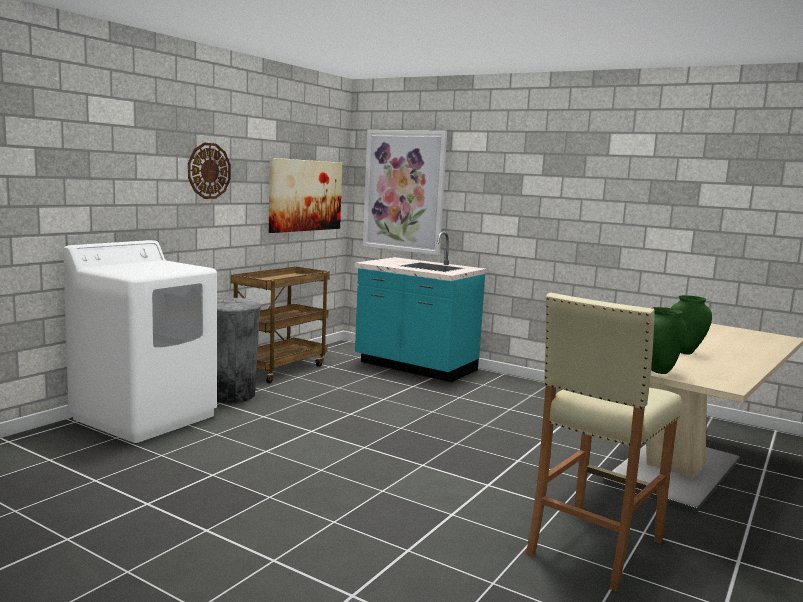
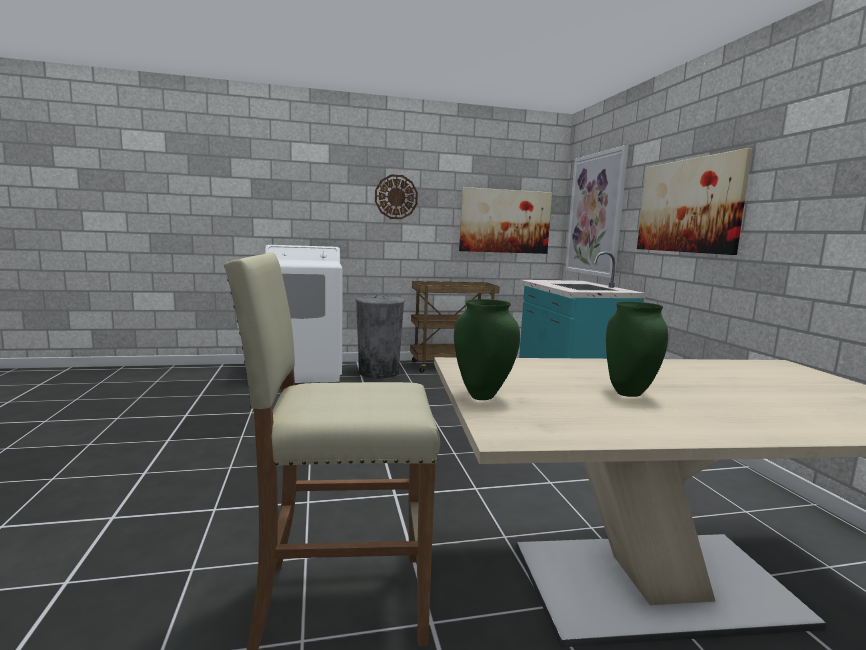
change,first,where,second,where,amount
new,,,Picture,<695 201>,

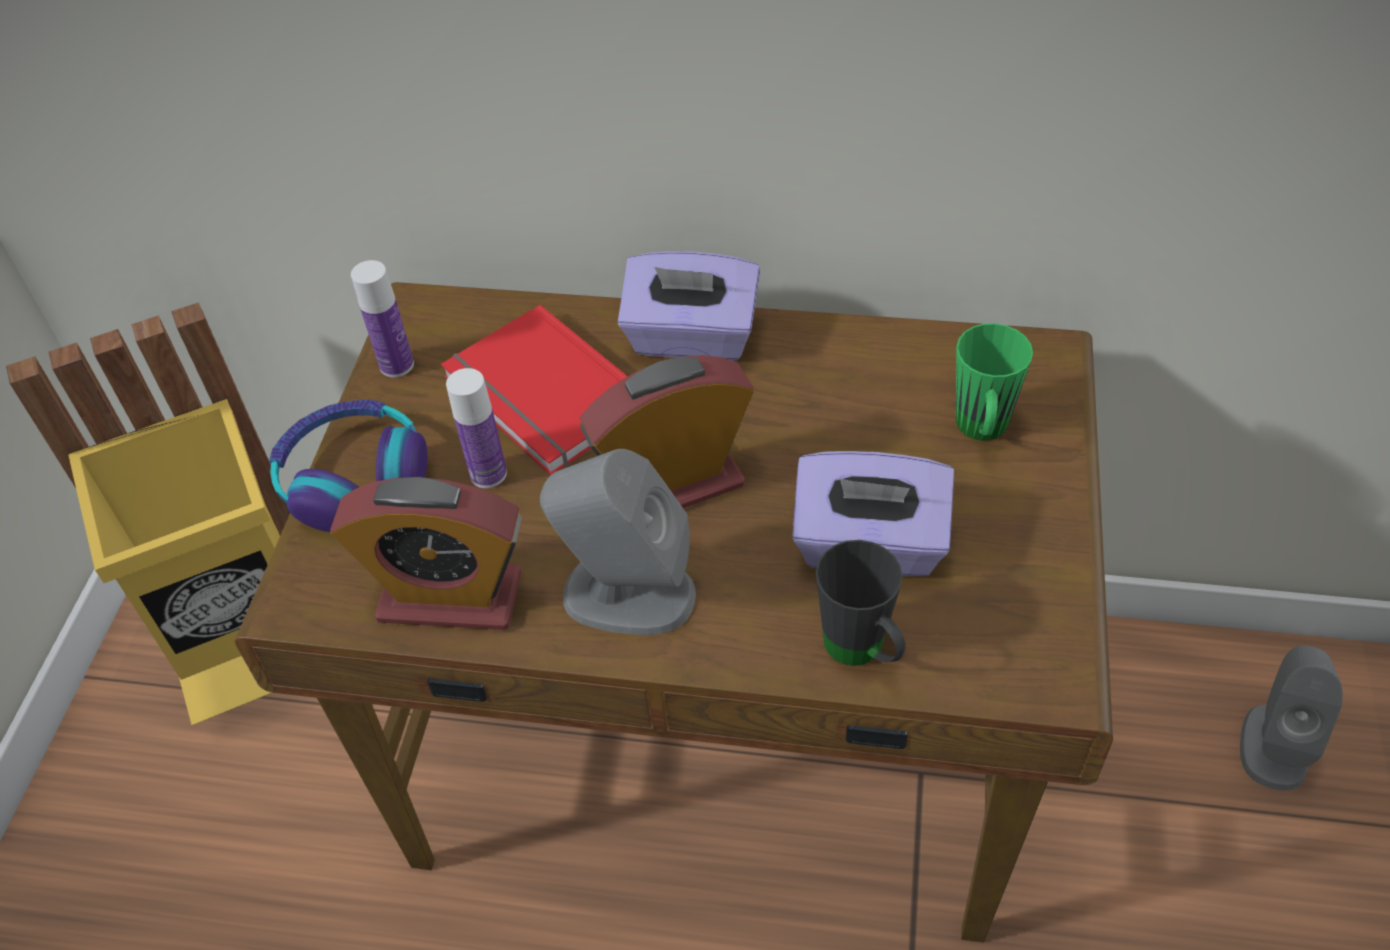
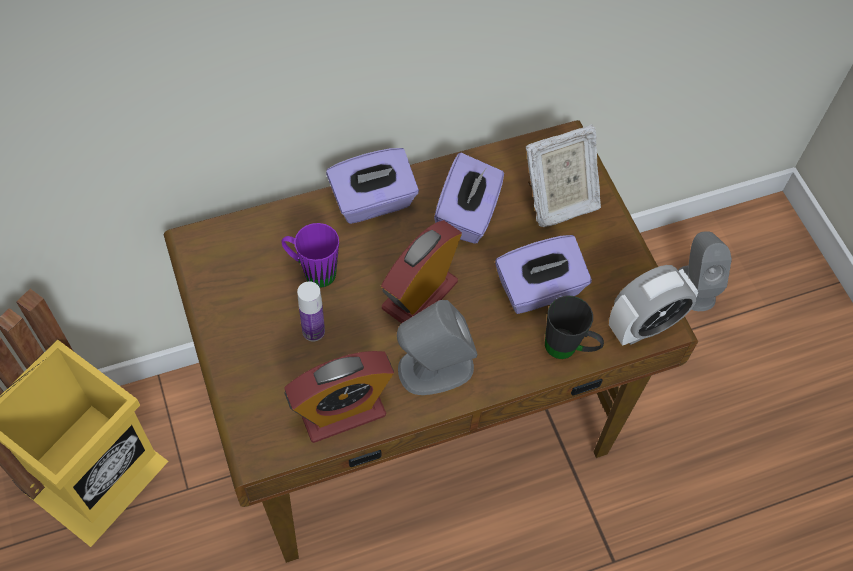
change,first,where,second,where,amount
gone,Headphones,<348 466>,,,
gone,Bottle,<382 318>,,,
swapped,RedBook,<534 390>,PurpleMug,<310 255>,
swapped,GreenMug,<994 382>,PictureFrame,<563 175>,
new,,,PurpleTissueBox,<469 198>,
new,,,AlarmClock,<653 305>,

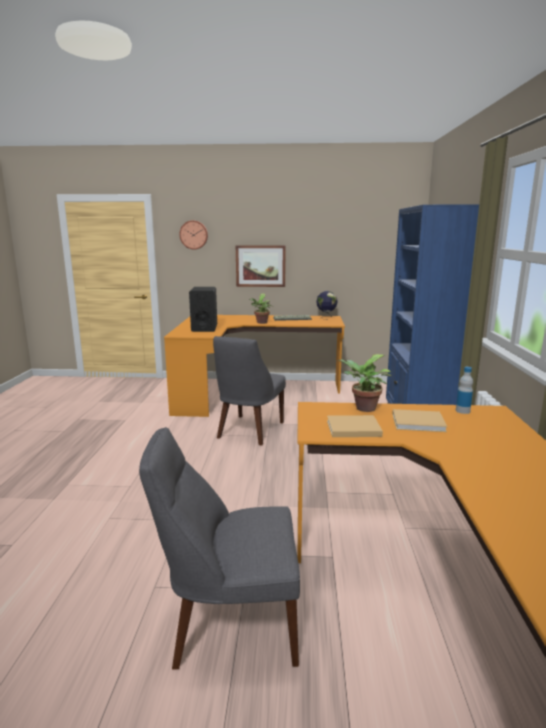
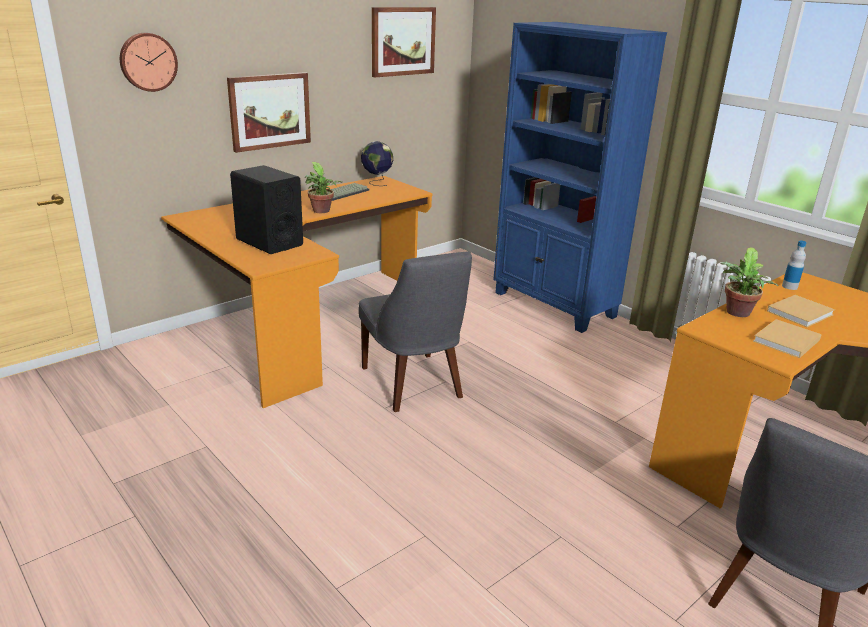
change,first,where,second,where,amount
new,,,Picture,<404 42>,

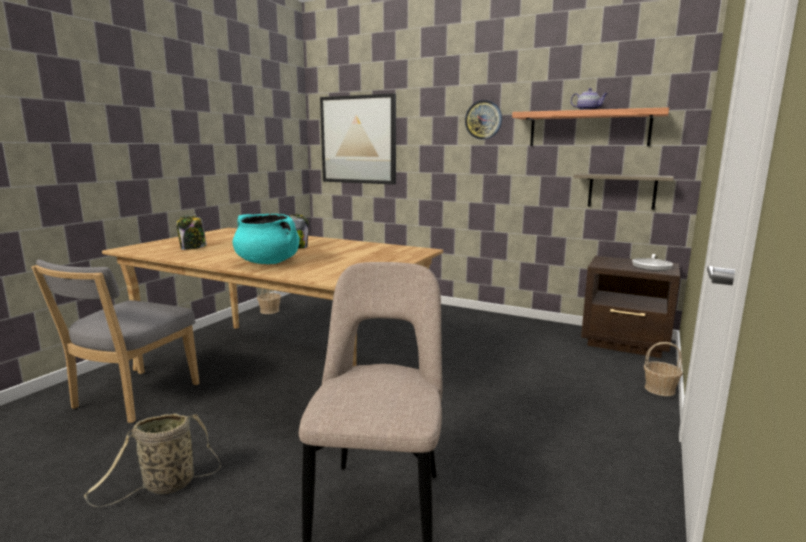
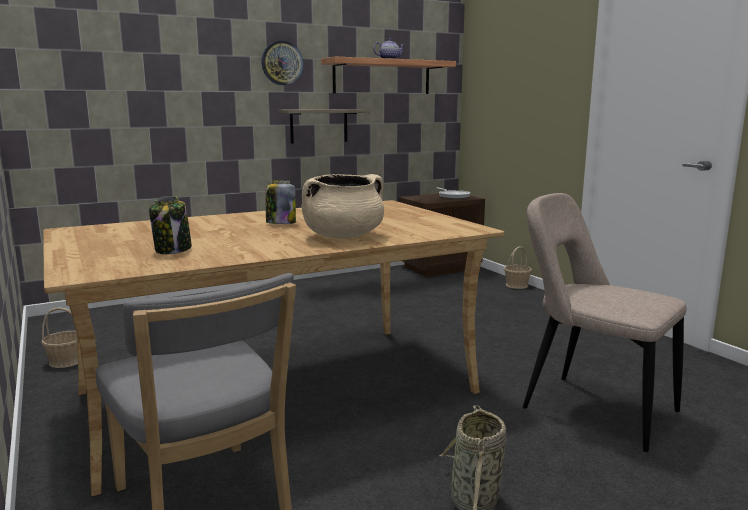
change,first,where,second,where,amount
repainted,TurquoiseCookingPot,<266 239>,BeigeCookingPot,<342 206>,
gone,Picture,<358 139>,,,
shifted,Shelf,<623 192>,,<324 126>,

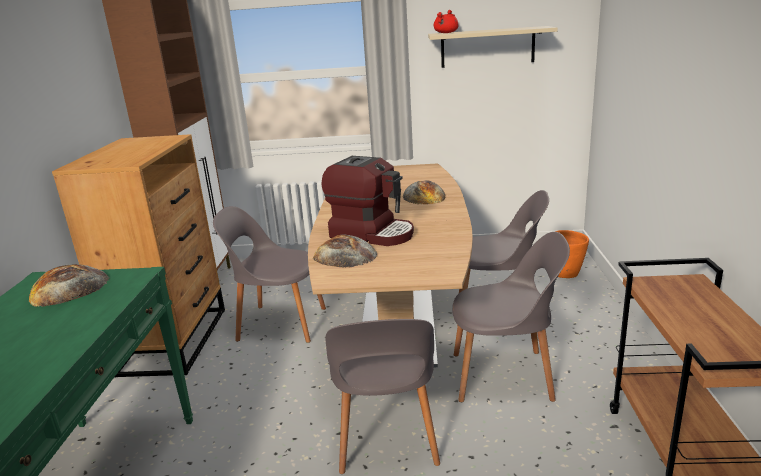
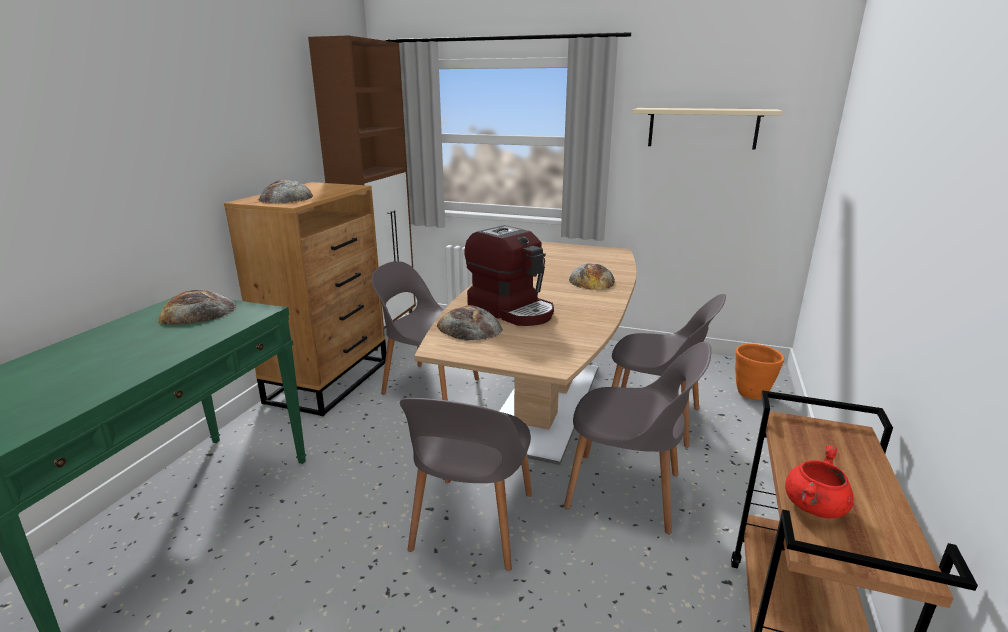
change,first,where,second,where,amount
shifted,RedCookingPot,<446 21>,,<819 481>,
new,,,Bread,<285 191>,

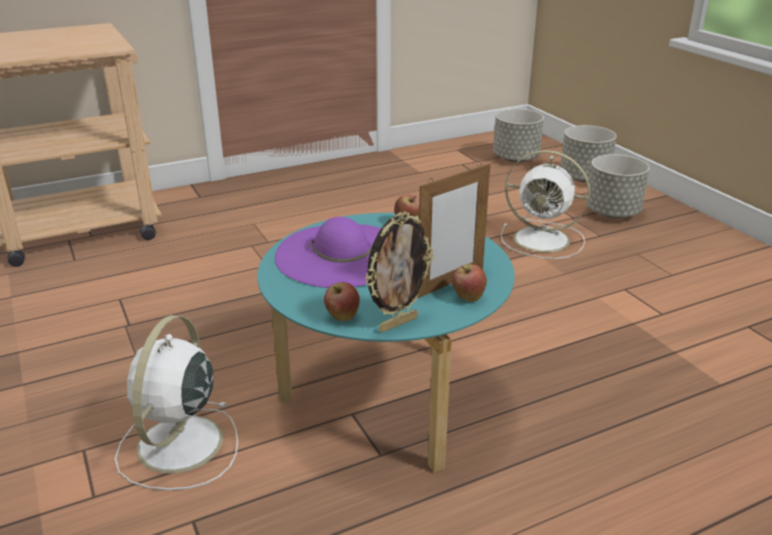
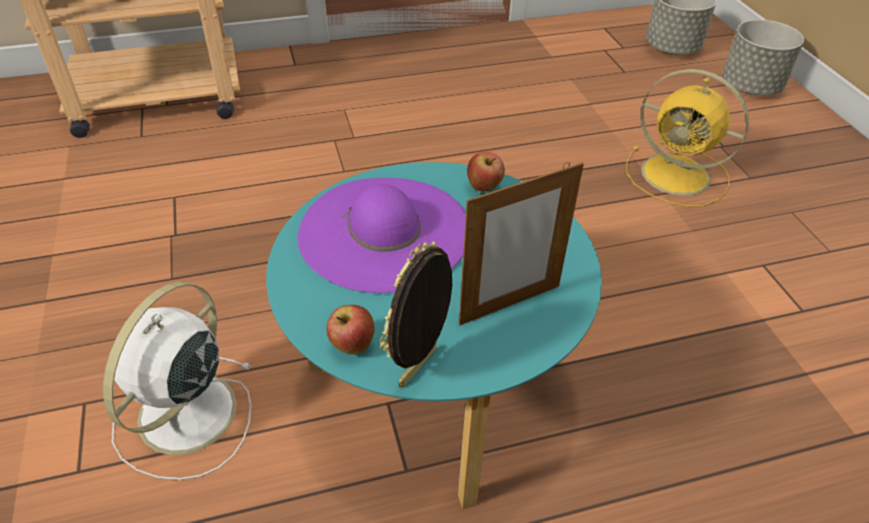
change,first,where,second,where,amount
rotated,PictureFrame,<399 272>,,<416 314>,150 degrees clockwise
gone,Apple,<469 283>,,,
repainted,WhiteFan,<545 204>,YellowFan,<687 138>,
gone,GreyPlanter,<618 186>,,,

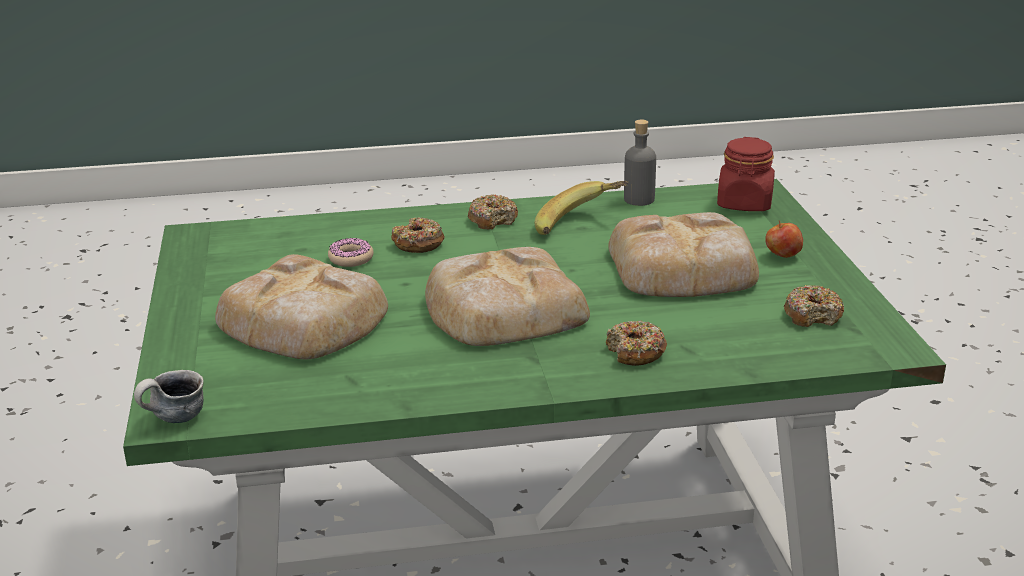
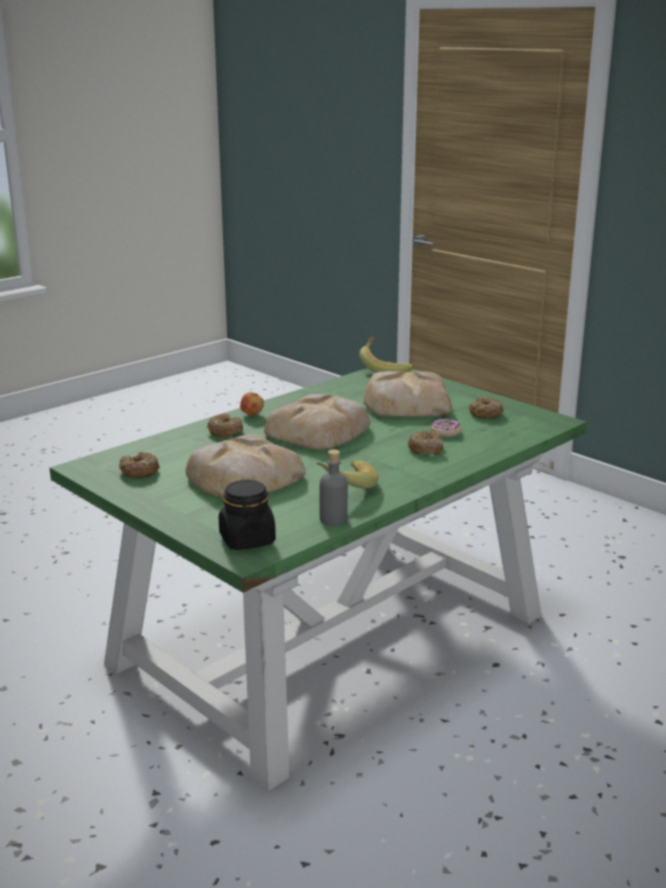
change,first,where,second,where,amount
swapped,Mug,<169 396>,Banana,<386 354>,
shifted,Donut,<493 212>,,<486 408>,
repainted,RedJar,<746 174>,BlackJar,<247 515>,
shifted,Apple,<784 239>,,<252 404>,

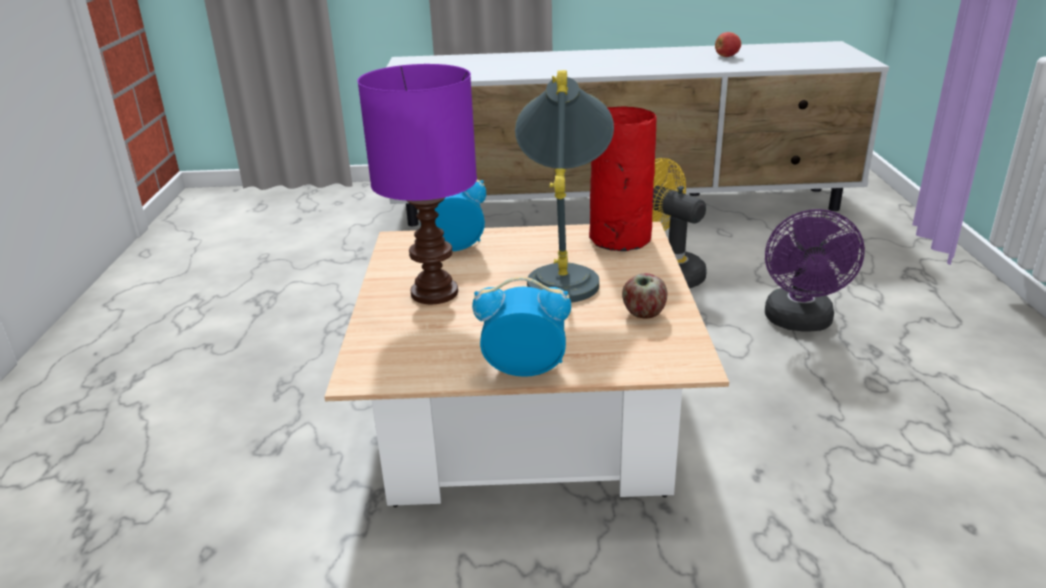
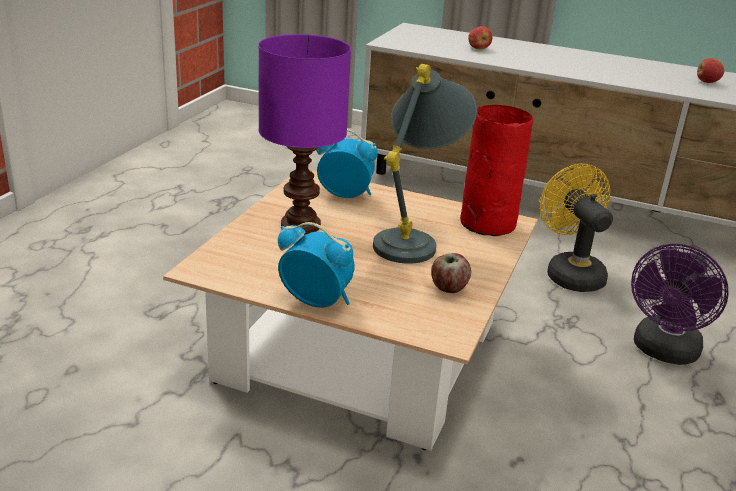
change,first,where,second,where,amount
new,,,Apple,<480 38>,

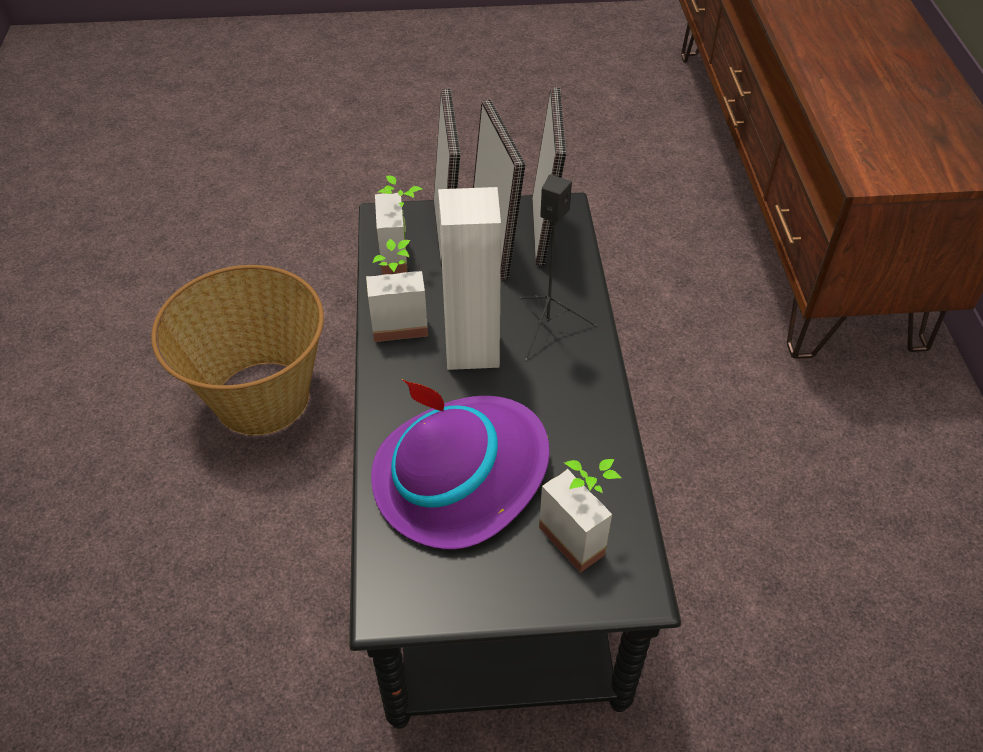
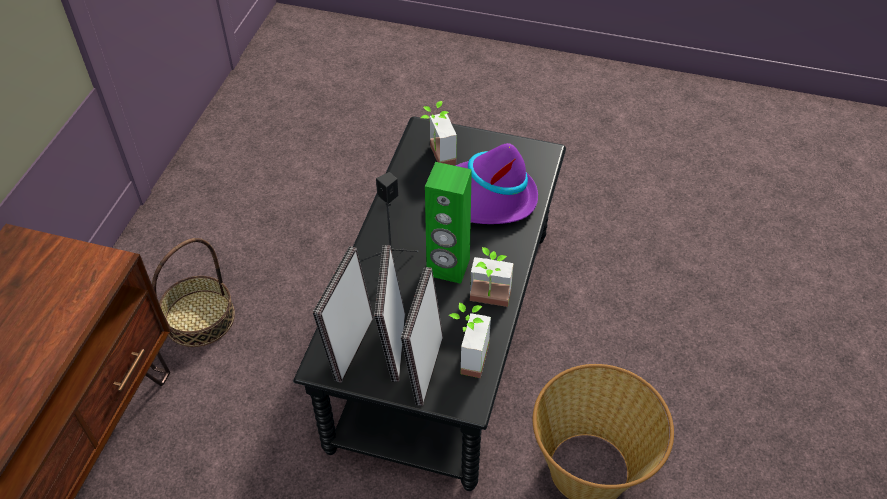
change,first,where,second,where,amount
repainted,WhiteSpeaker,<469 278>,GreenSpeaker,<448 223>,
new,,,Basket,<193 292>,

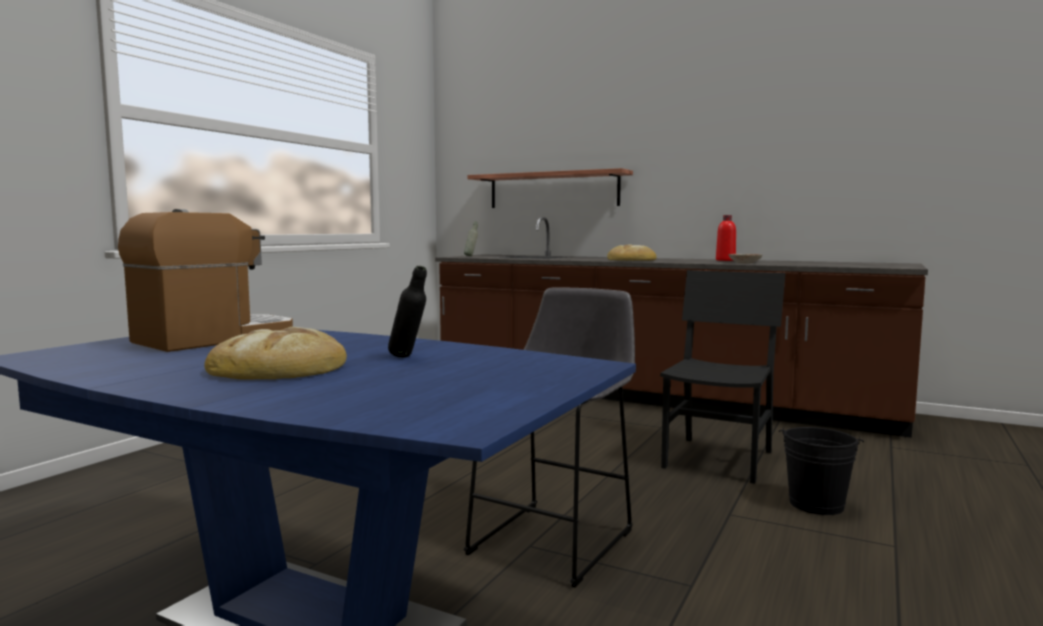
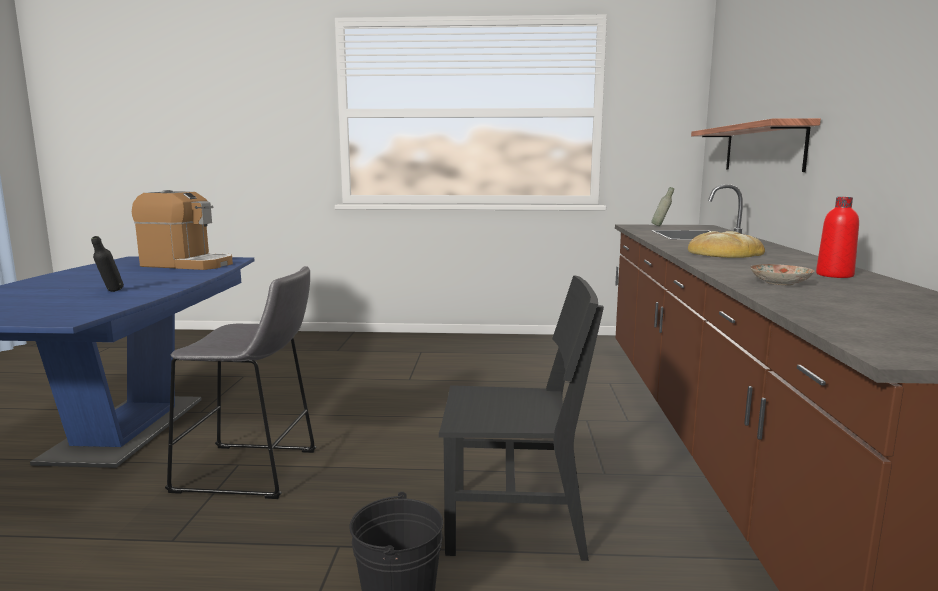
change,first,where,second,where,amount
gone,Bread,<275 353>,,,

